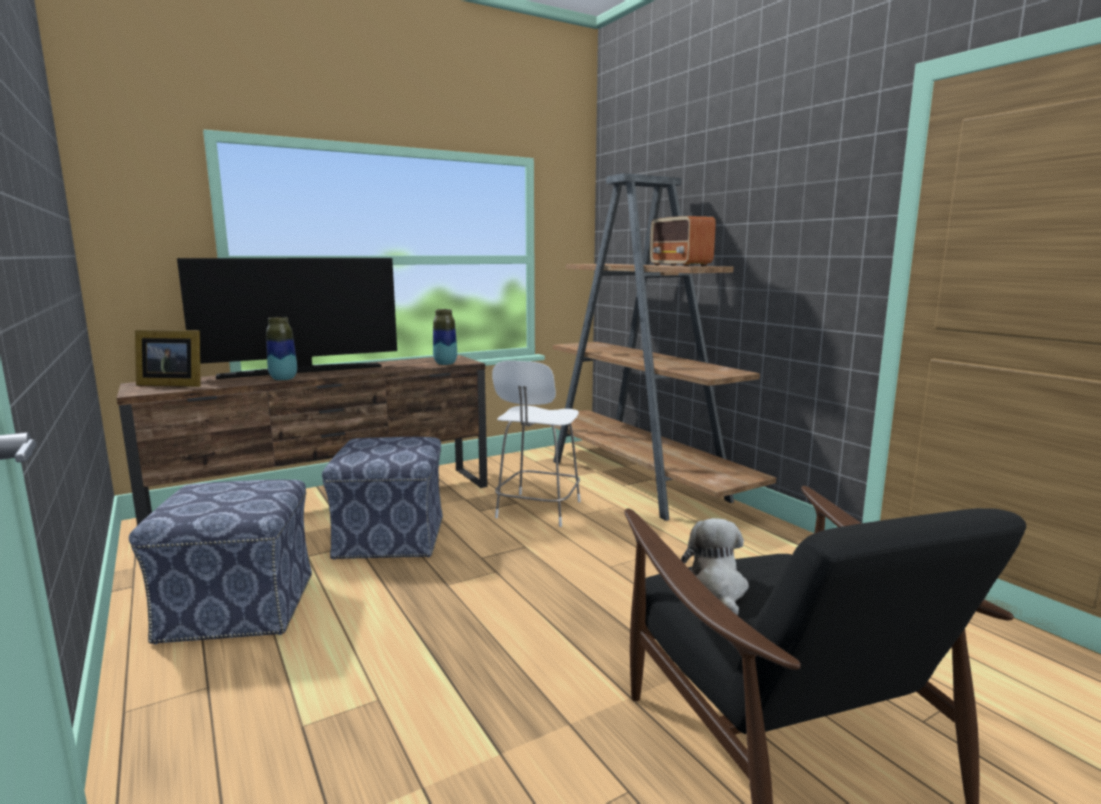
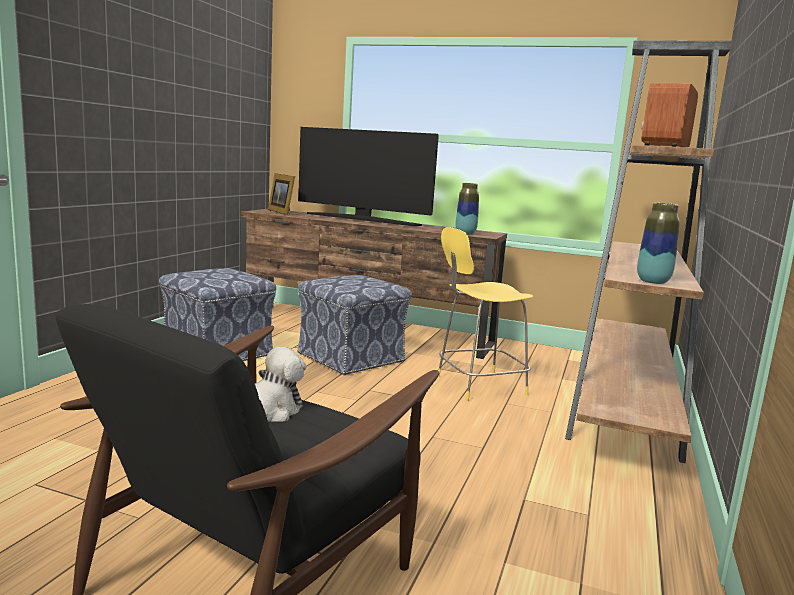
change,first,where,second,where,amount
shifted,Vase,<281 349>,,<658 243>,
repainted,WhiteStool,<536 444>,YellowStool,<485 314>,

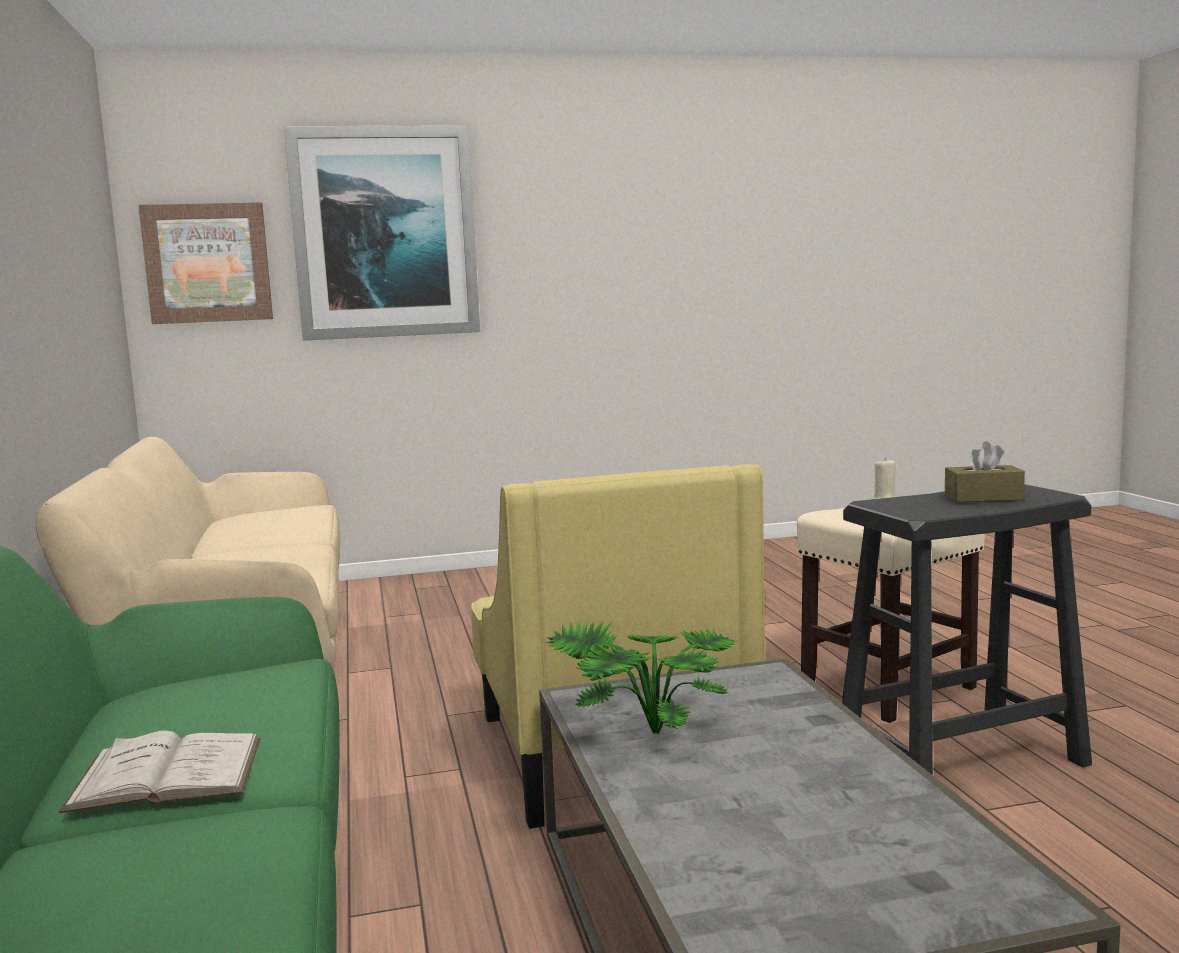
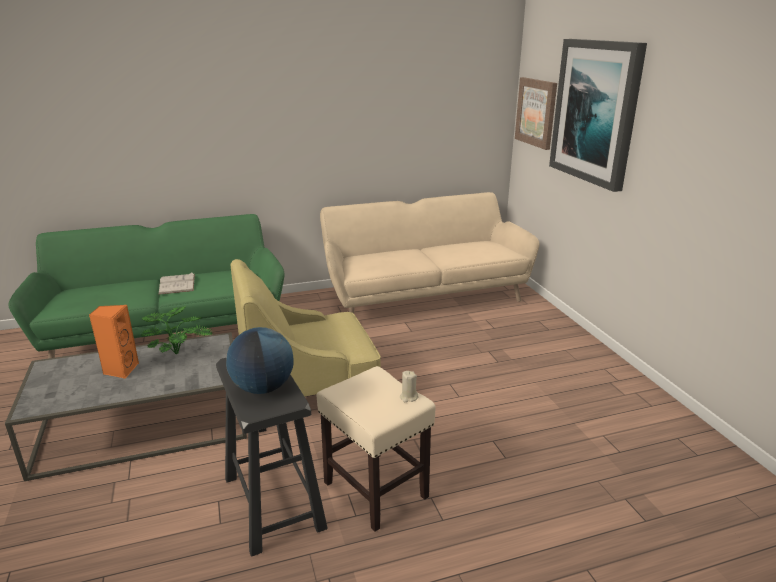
change,first,where,second,where,amount
swapped,BrownTissueBox,<985 471>,Globe,<260 360>,
new,,,OrangeSpeaker,<114 342>,

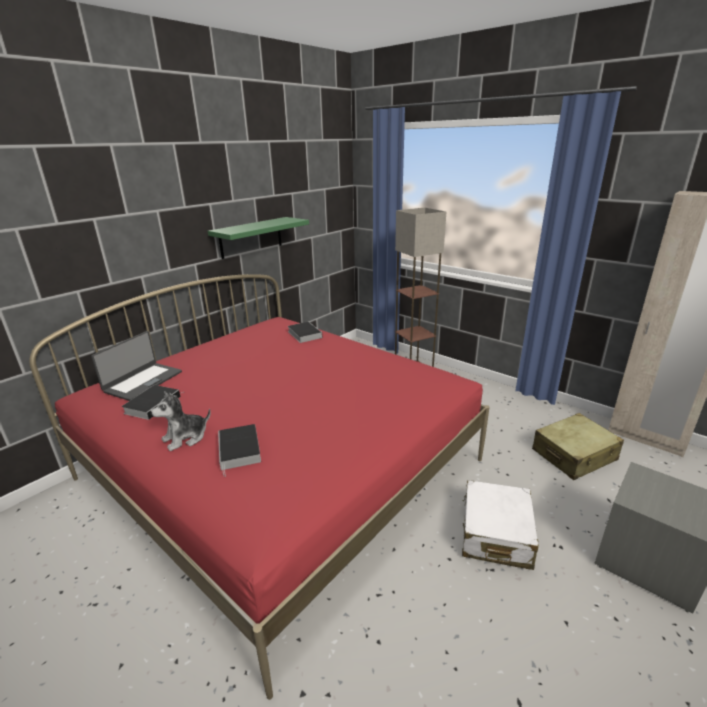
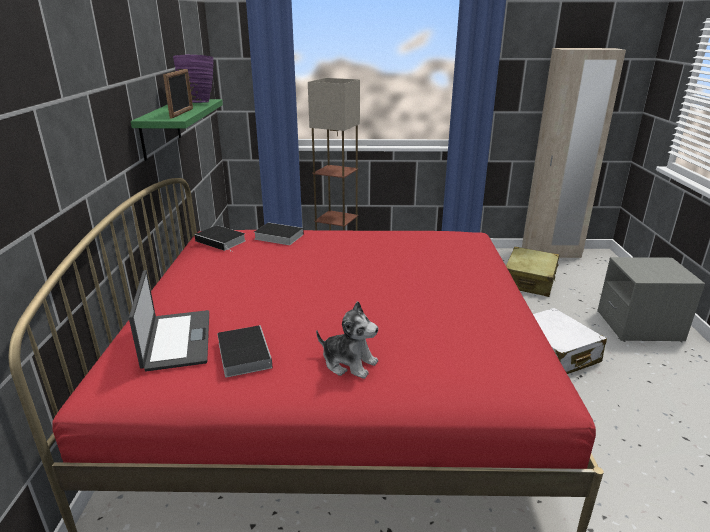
change,first,where,second,where,amount
rotated,PlushToy,<181 421>,,<347 340>,75 degrees counterclockwise
shifted,Book,<239 450>,,<220 238>,
new,,,PictureFrame,<178 94>,
new,,,PurpleVase,<193 78>,

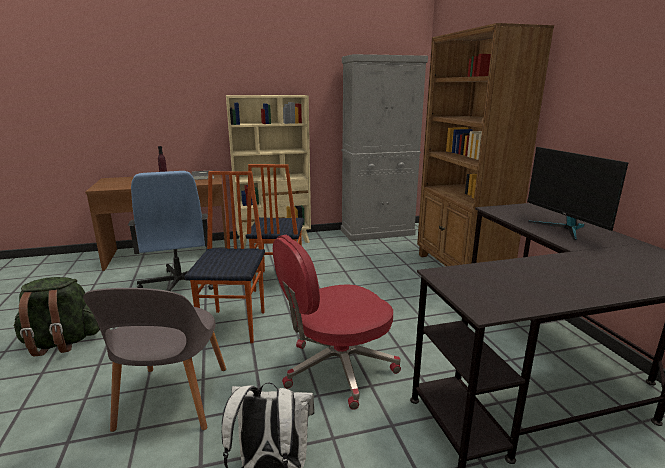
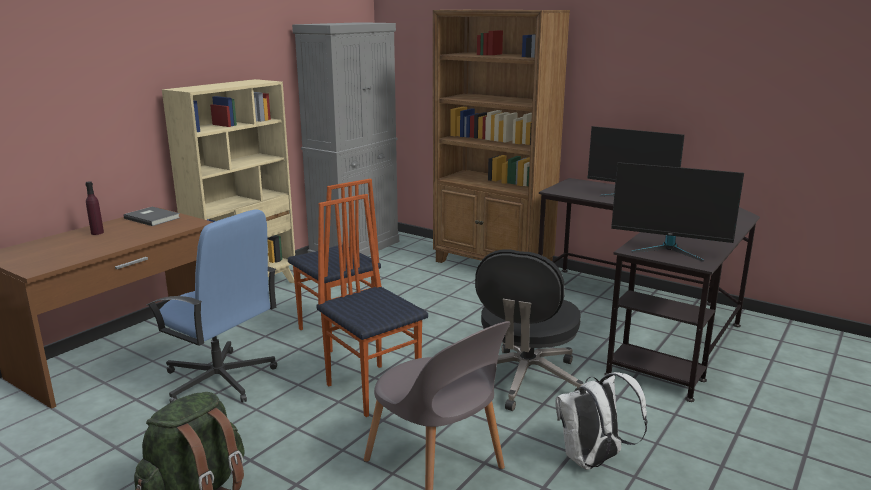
change,first,where,second,where,amount
repainted,RedOfficeChair,<337 322>,BlackOfficeChair,<529 330>,
new,,,Monitor,<677 212>,

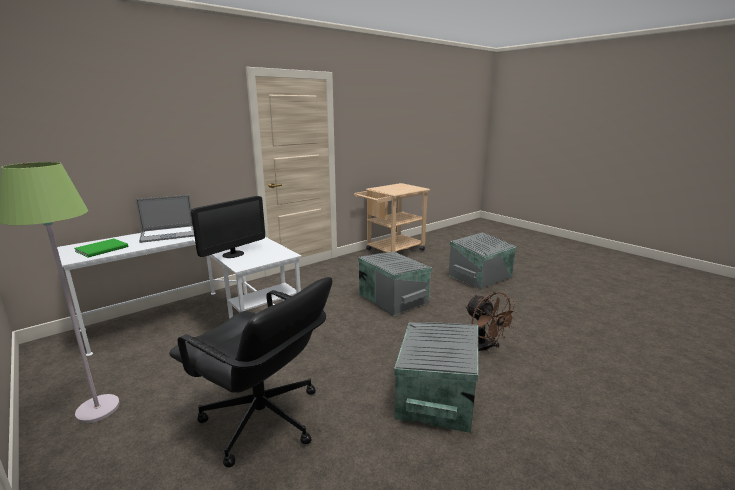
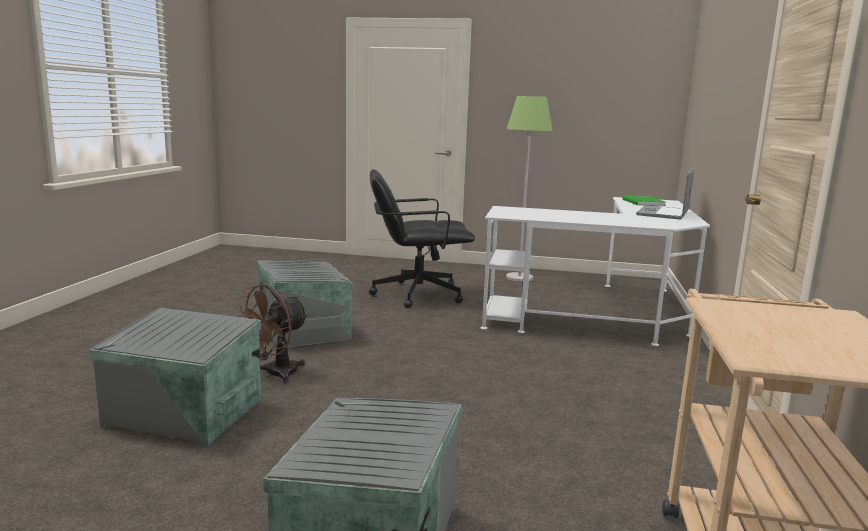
change,first,where,second,where,amount
gone,Monitor,<228 227>,,,
shifted,GreyStorageBox,<395 284>,,<175 376>,
rotated,BrownFan,<491 322>,,<271 334>,75 degrees counterclockwise

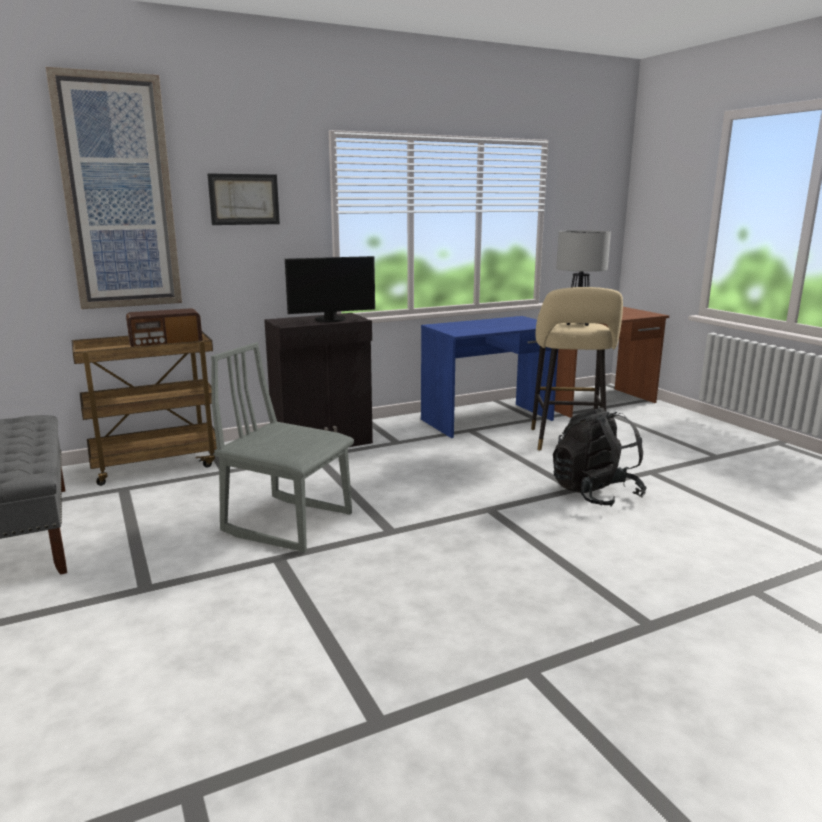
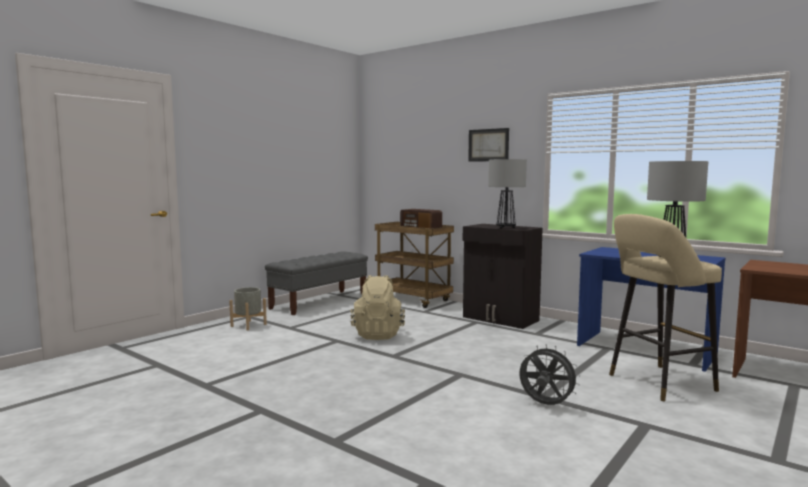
change,first,where,second,where,amount
gone,Picture,<114 188>,,,
swapped,GreyChair,<282 448>,BeigeBackpack,<377 307>,
swapped,Monitor,<330 289>,TableLamp,<507 193>,
swapped,BlackBackpack,<600 457>,GreyFan,<550 374>,
new,,,GreyPlanter,<248 309>,

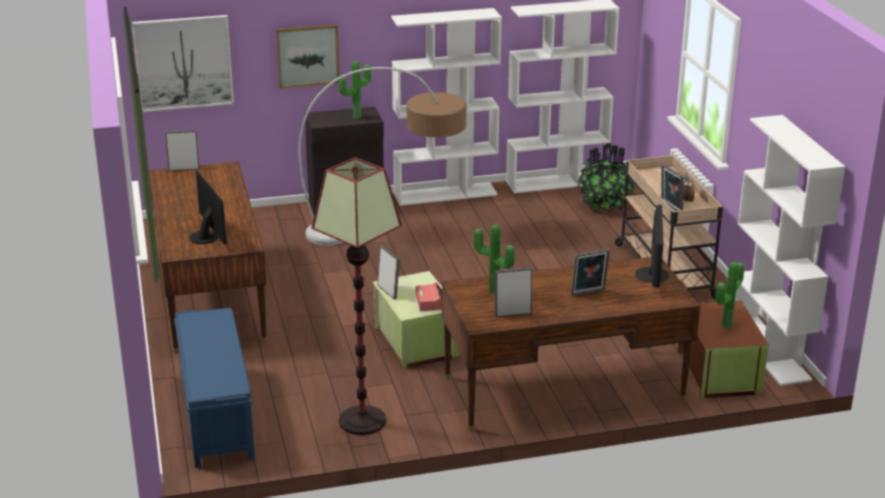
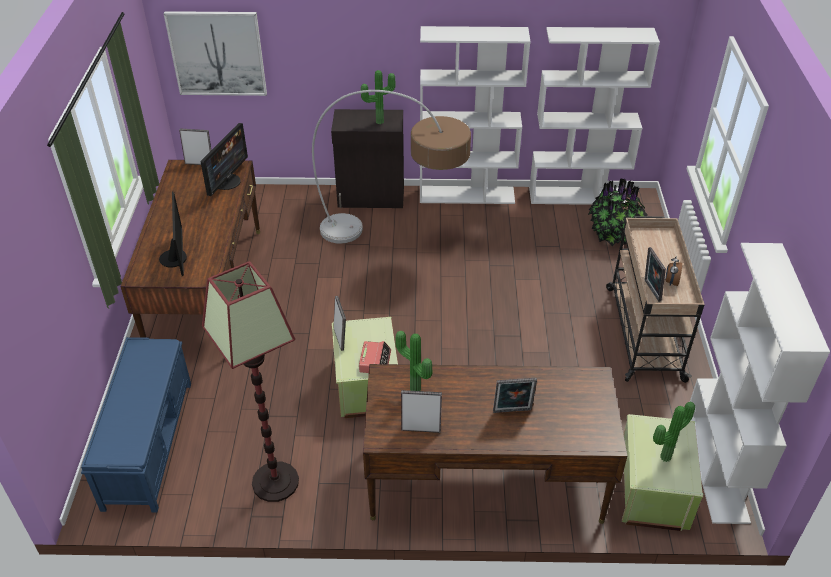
change,first,where,second,where,amount
gone,Picture,<307 56>,,,
shifted,Monitor,<652 246>,,<224 159>,
repainted,BrownStorageBox,<723 349>,GreenStorageBox,<662 472>,

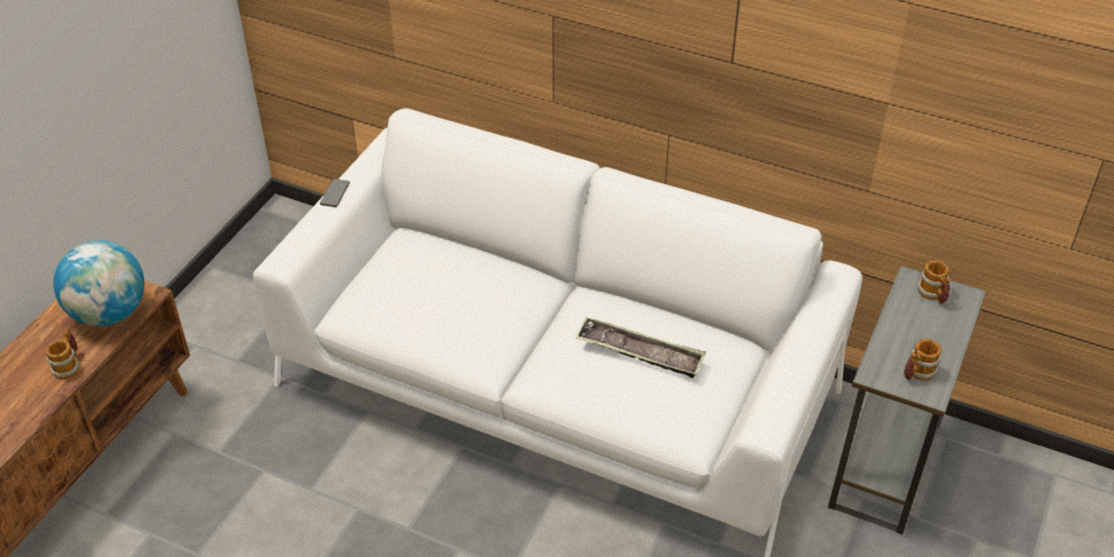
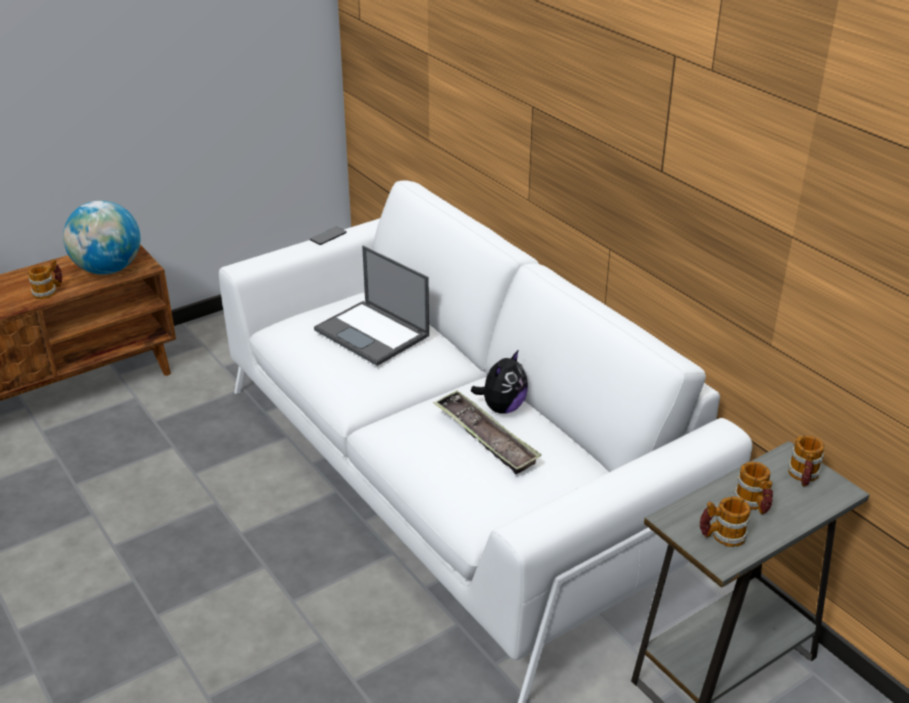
change,first,where,second,where,amount
new,,,Laptop,<371 306>,
new,,,PlushToy,<499 381>,
new,,,Mug,<753 488>,

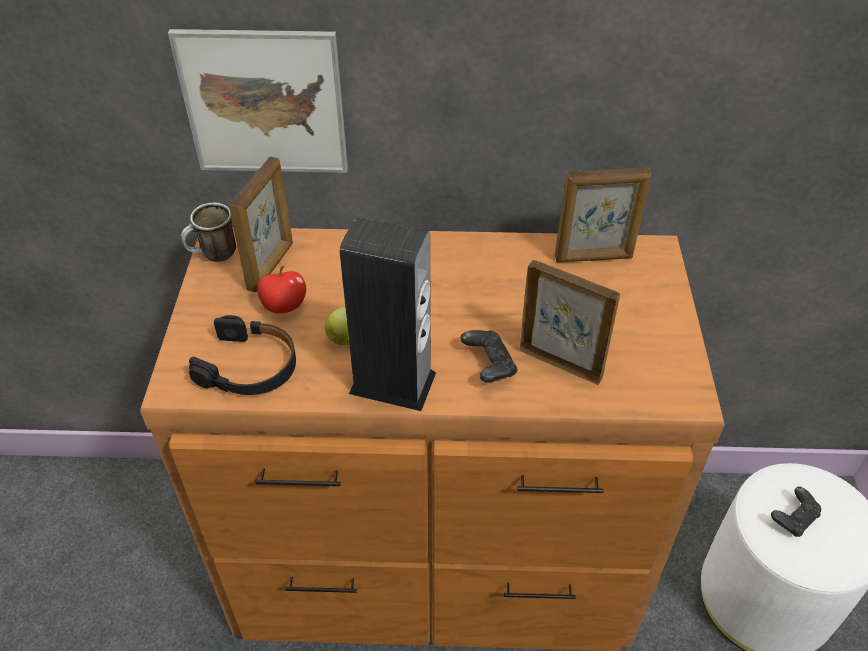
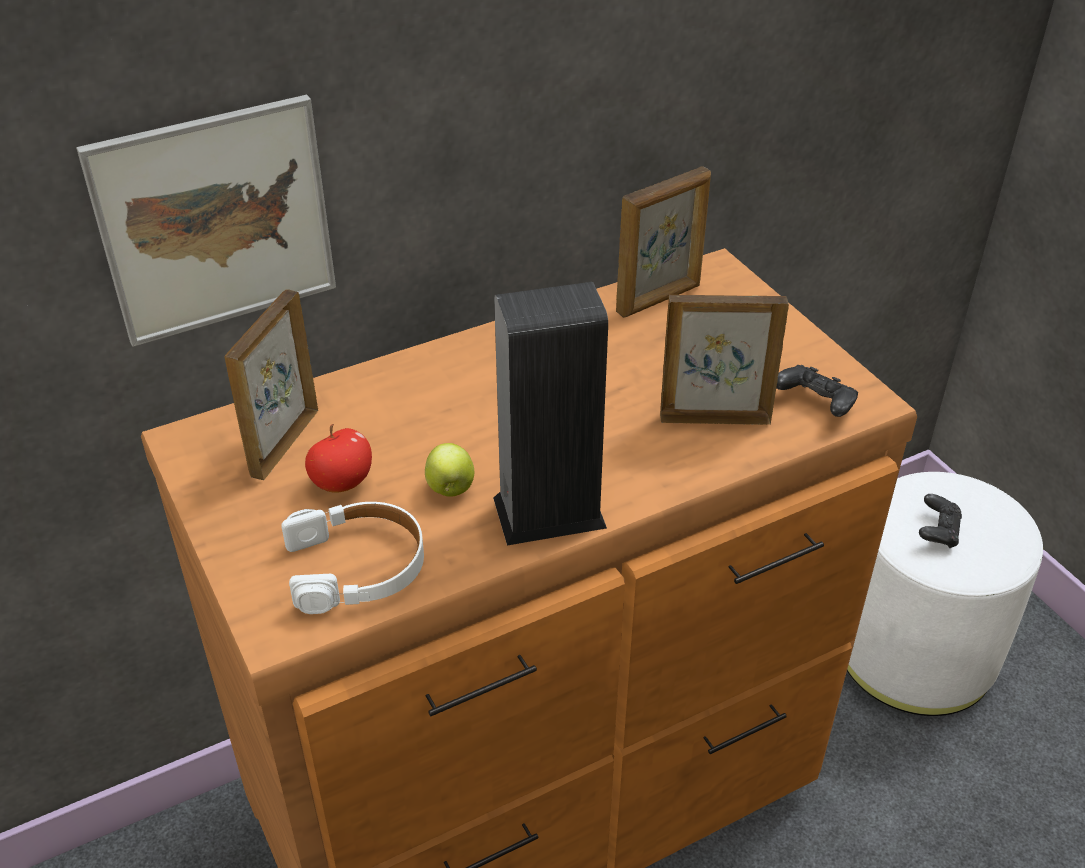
change,first,where,second,where,amount
gone,Mug,<208 232>,,,
repainted,BlackHeadphones,<242 355>,WhiteHeadphones,<353 558>,
rotated,PictureFrame,<261 224>,,<271 385>,150 degrees counterclockwise
shifted,BlackGameController,<489 356>,,<817 391>,

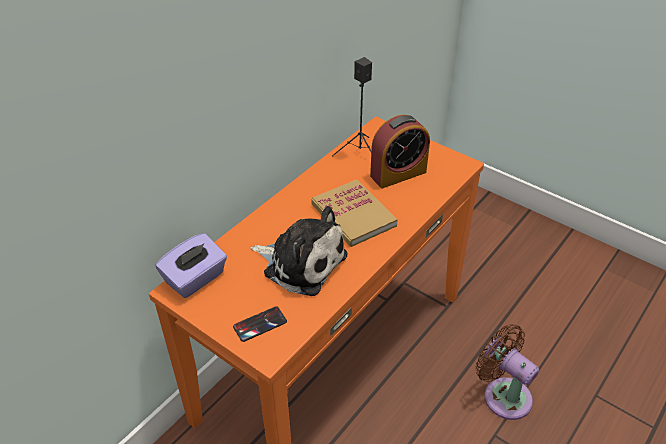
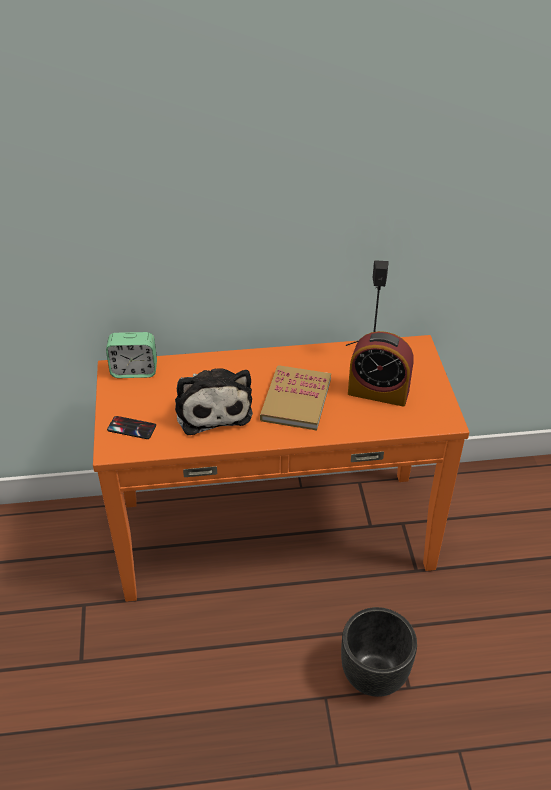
change,first,where,second,where,amount
swapped,PurpleTissueBox,<191 265>,AlarmClock,<131 355>,
swapped,BrownFan,<507 372>,BlackPlanter,<379 652>,

